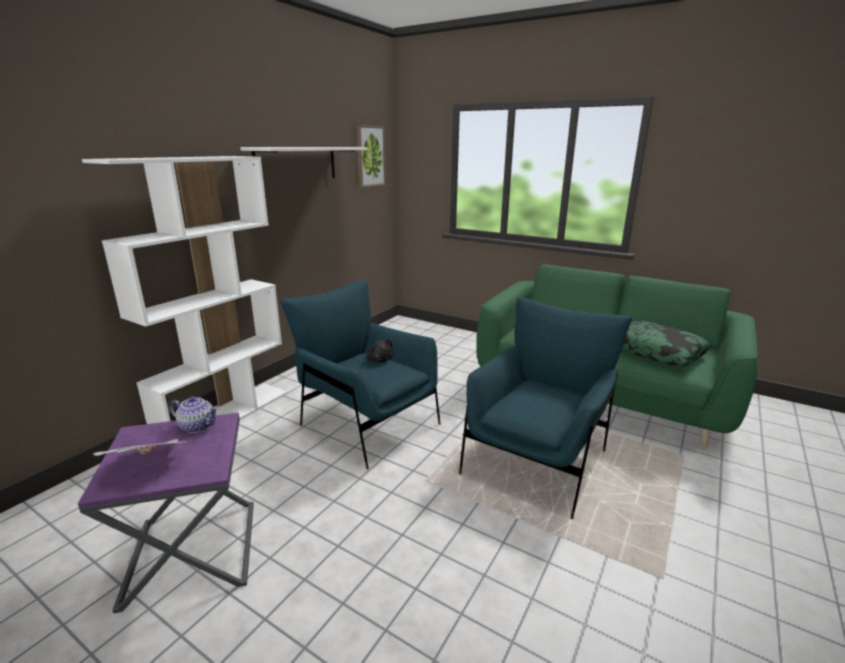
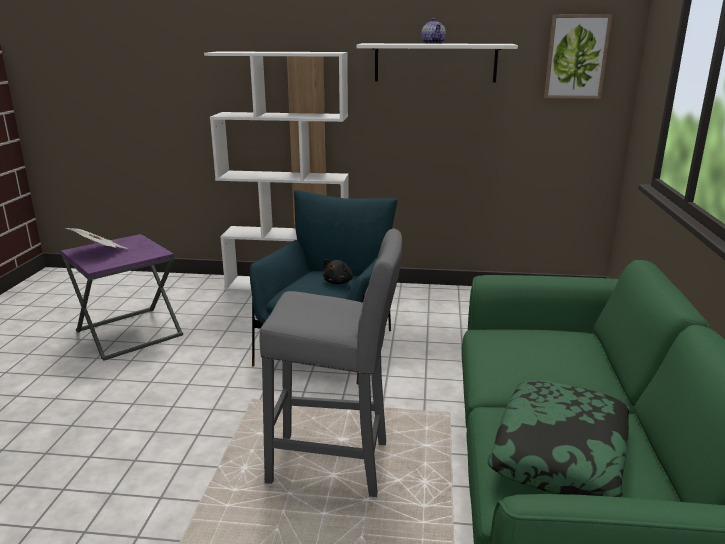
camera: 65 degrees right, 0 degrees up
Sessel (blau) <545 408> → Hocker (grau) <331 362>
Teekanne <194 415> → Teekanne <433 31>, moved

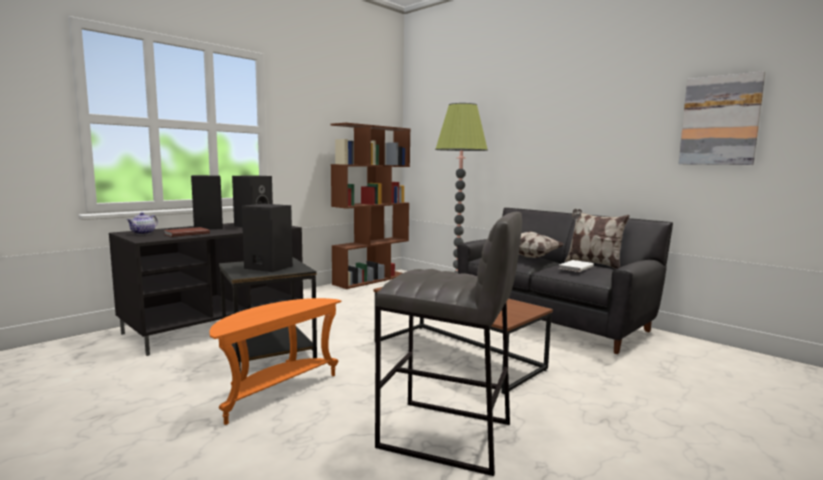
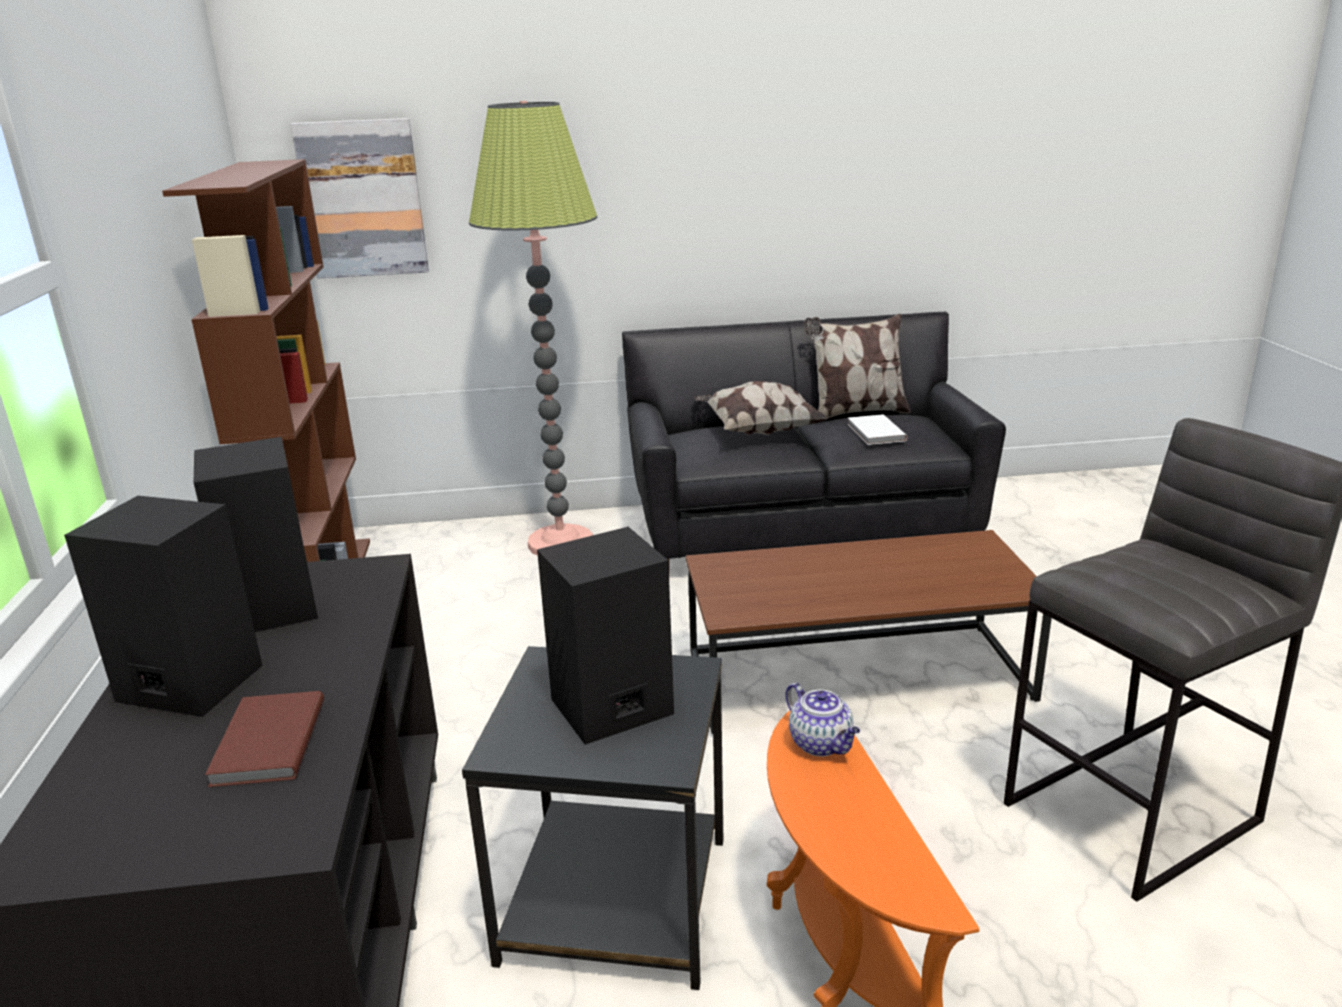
camera: 50 degrees left, 15 degrees up
Bild <722 118> → Bild <360 198>, moved
Teekanne <142 223> → Teekanne <823 719>, moved

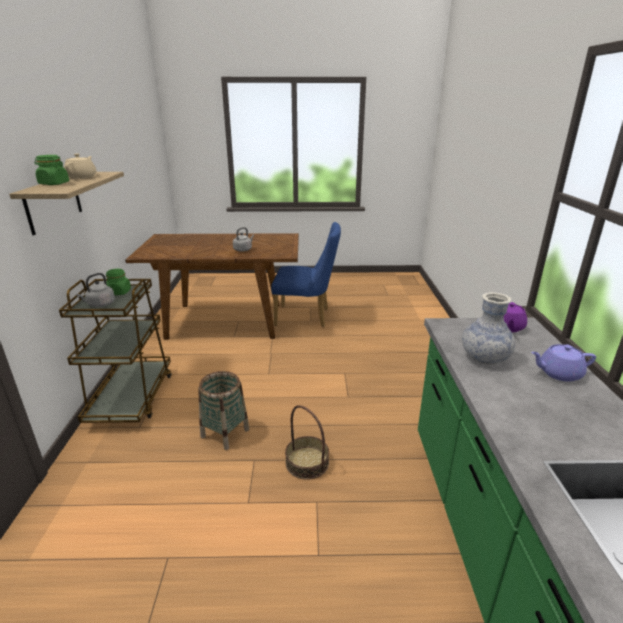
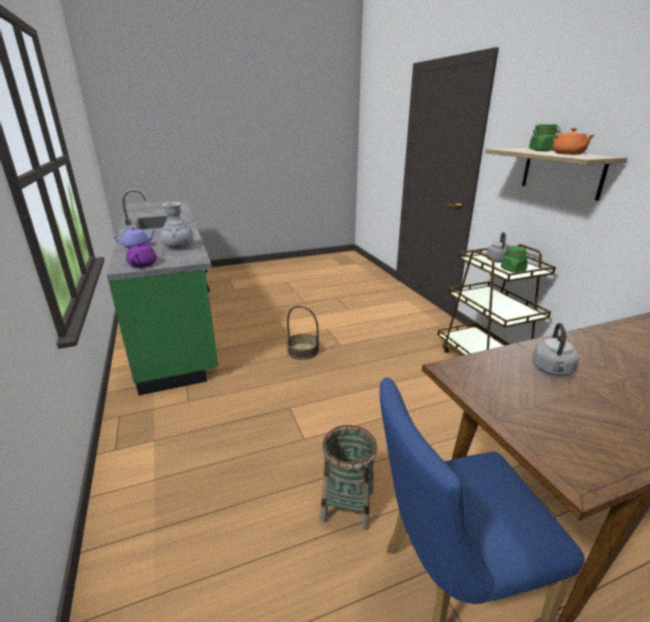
camera: 160 degrees right, 0 degrees up
Korb <223 410> → Korb <348 477>, moved
Teekanne (beige) <80 166> → Teekanne (orange) <574 141>

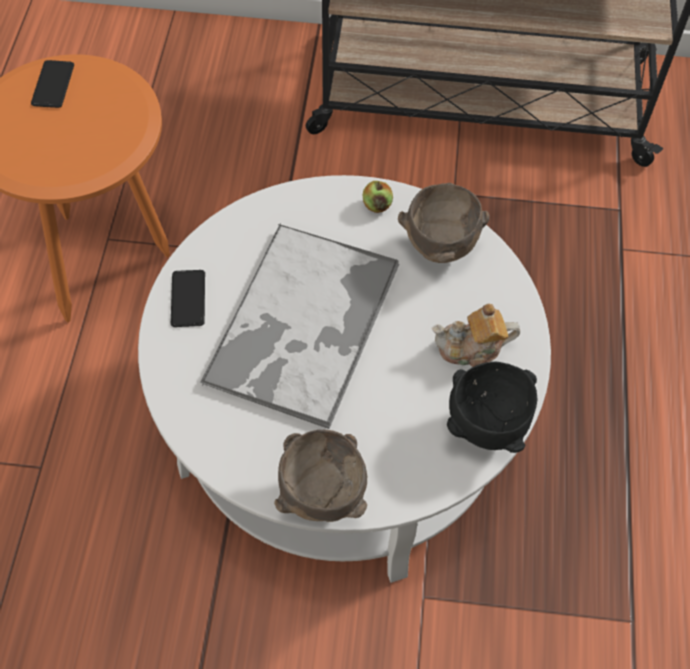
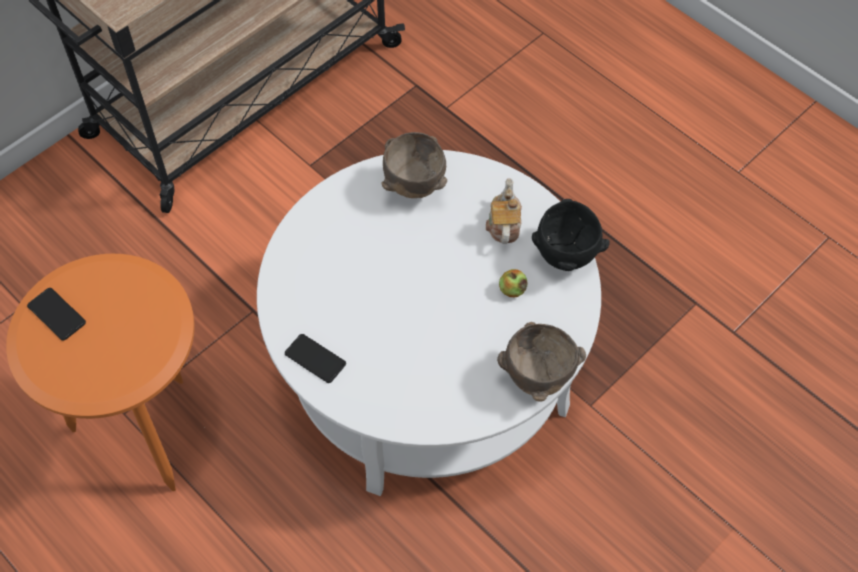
camera: 50 degrees left, 0 degrees up
Teekanne <476 335> → Teekanne <504 211>, 150 degrees clockwise
Apfel <377 197> → Apfel <513 283>, moved
Tablett <299 326> → -

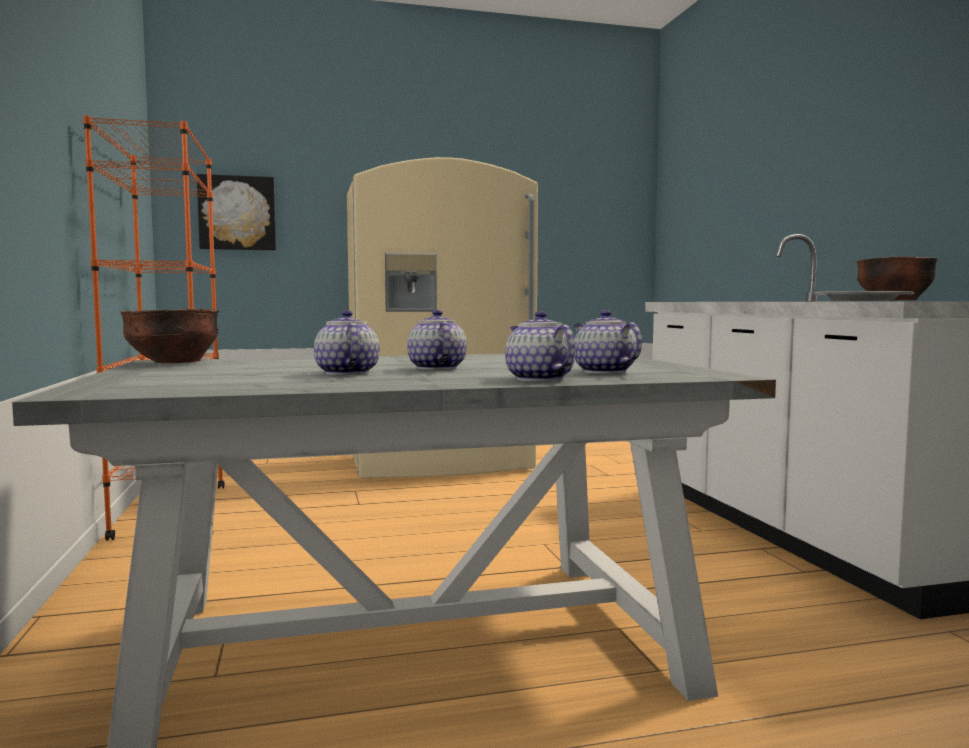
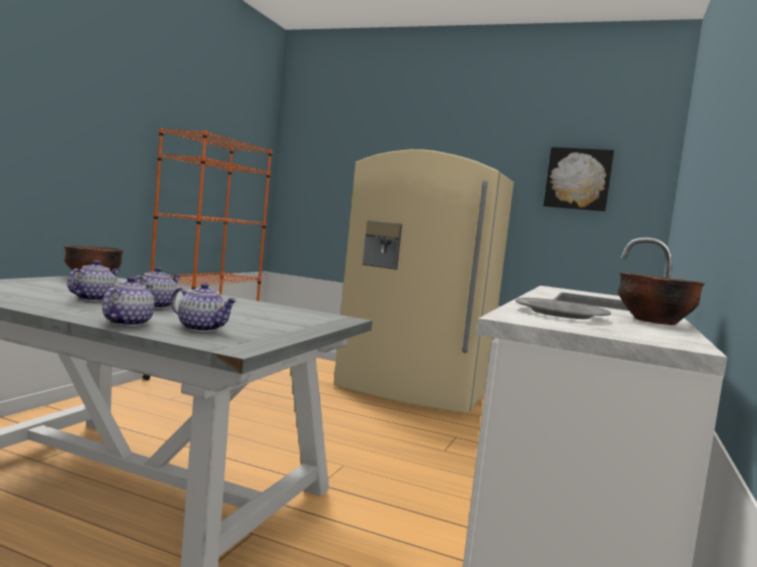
camera: 35 degrees right, 0 degrees up
Teekanne <608 342> → Teekanne <204 307>, 105 degrees clockwise
Bild <236 212> → Bild <578 179>, moved

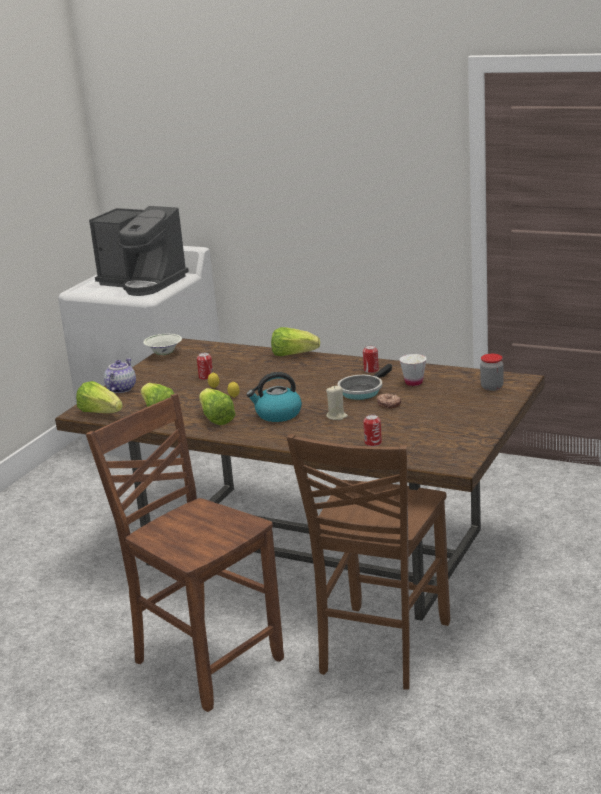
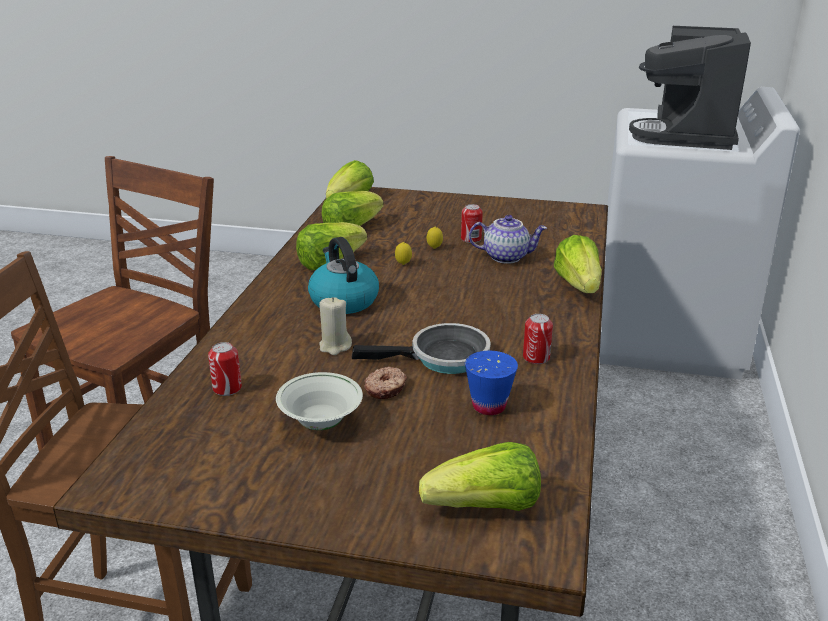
camera: 75 degrees right, 5 degrees up
Schüssel (weiß) <162 344> → Schüssel (weiß) <319 401>, moved
Pfanne <365 382> → Pfanne <421 348>, 150 degrees clockwise
Vorratsglas <492 372> → Salatkopf <480 476>
Tasse (weiß) <413 370> → Tasse (blau) <491 383>
Teekanne <120 375> → Teekanne <508 239>, moved

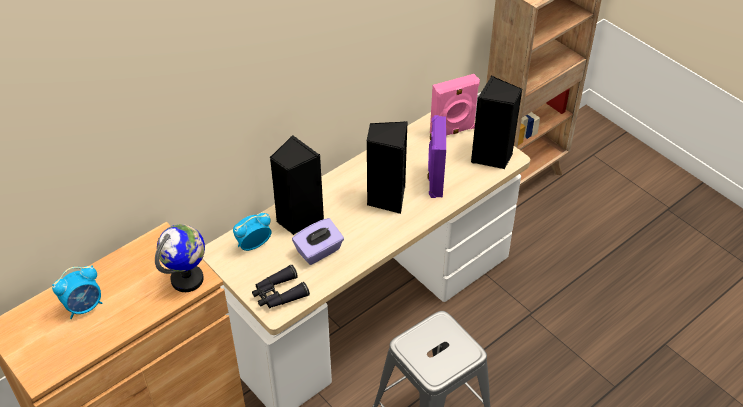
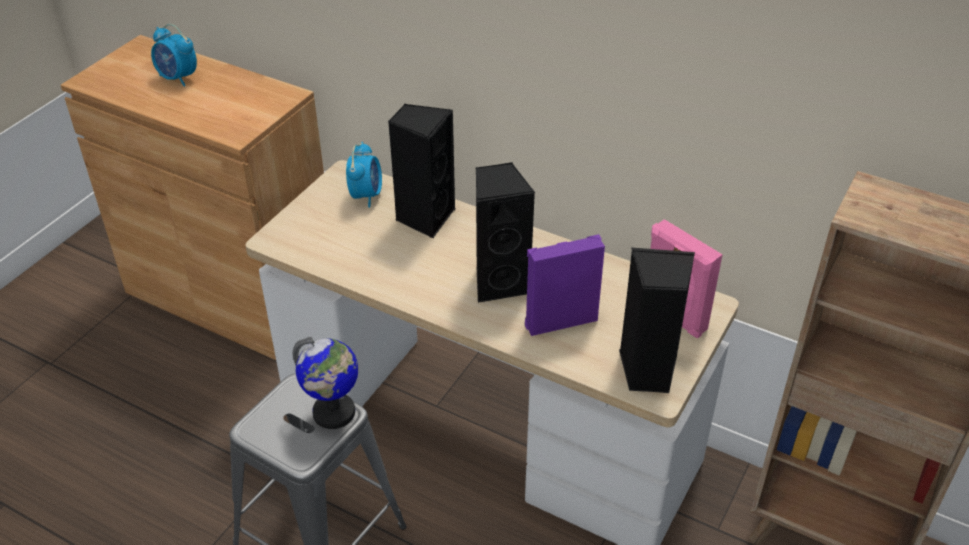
camera: 70 degrees right, 5 degrees down
Globus <180 258> → Globus <325 383>, moved
Wecker <252 232> → Wecker <364 175>, 60 degrees clockwise
Fernglas (schwarz) <281 287> → -
Taschentuchbox (lila) <318 241> → -

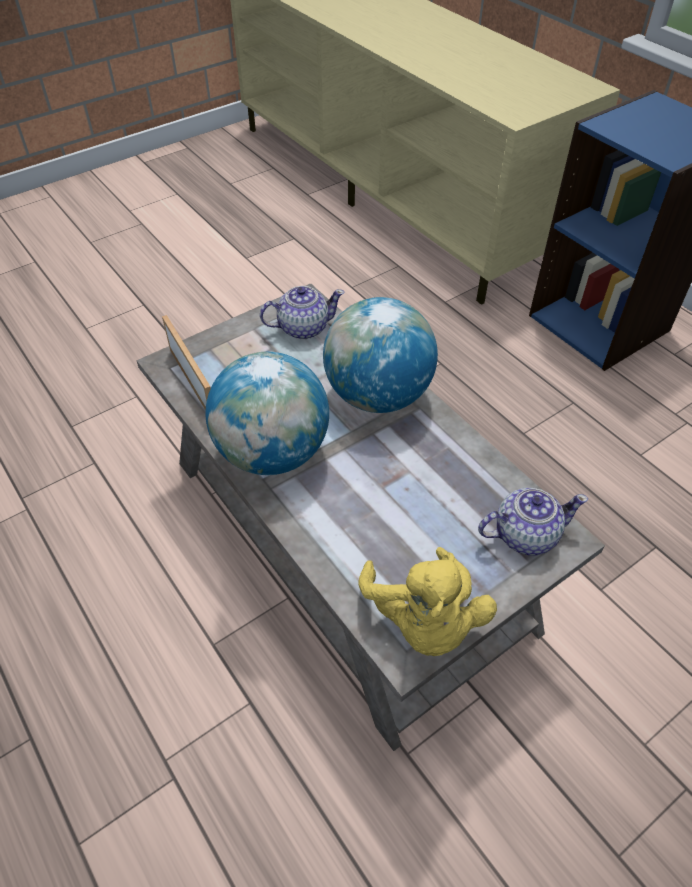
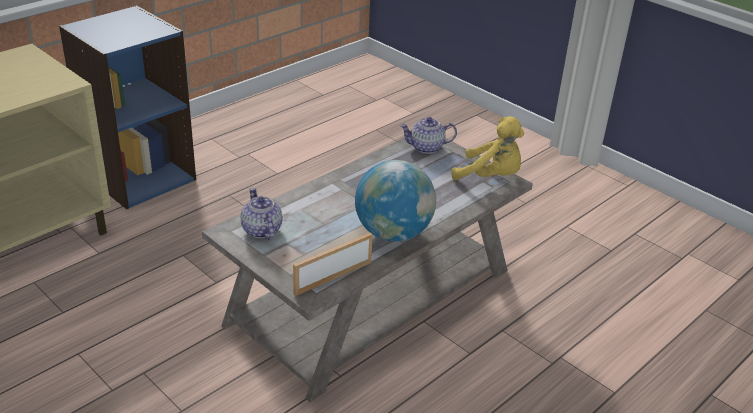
camera: 100 degrees left, 15 degrees down
Teekanne <533 521> → Teekanne <428 135>, 75 degrees counterclockwise
Plüschtier (gelb) <427 601> → Plüschtier (gelb) <487 148>, 45 degrees clockwise
Globus <380 355> → -

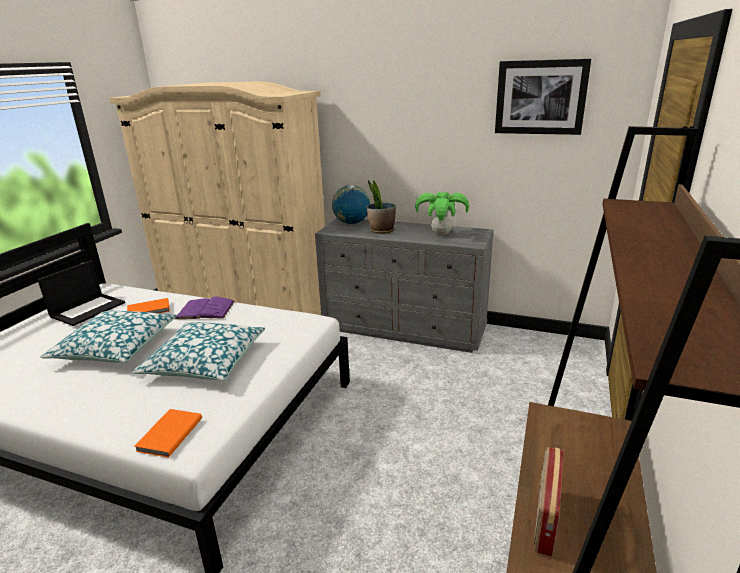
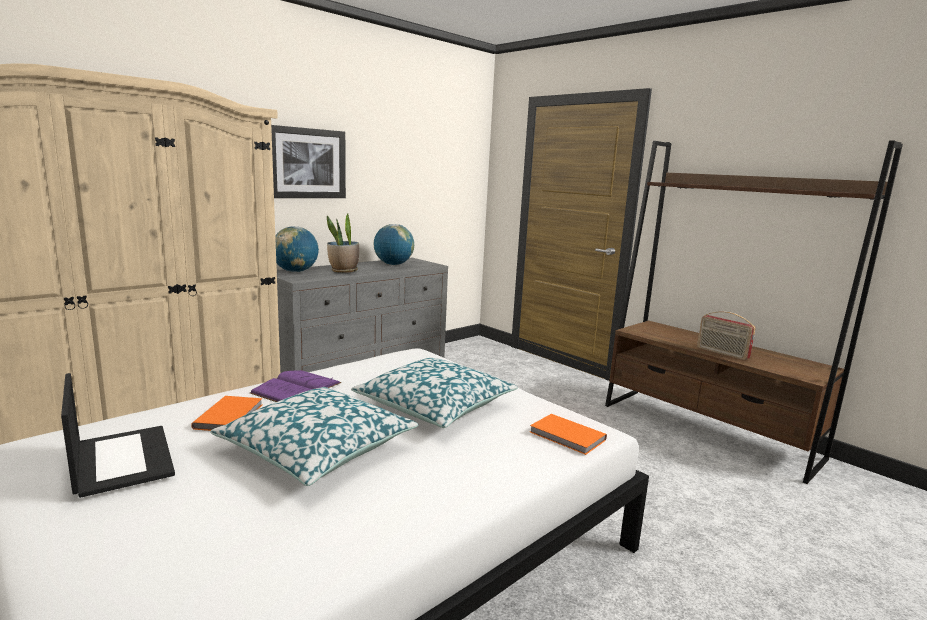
camera: 65 degrees left, 10 degrees down
Bild <543 97> → Bild <308 161>, moved
Topfpflanze <442 214> → Globus <393 244>

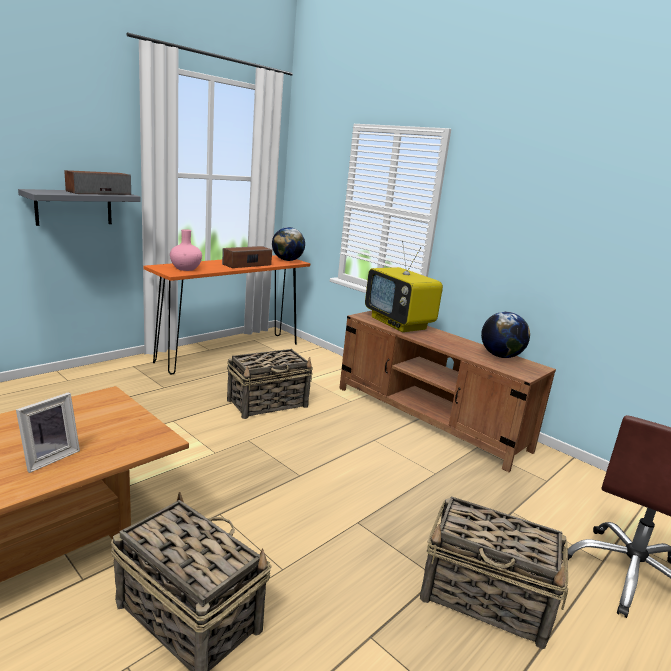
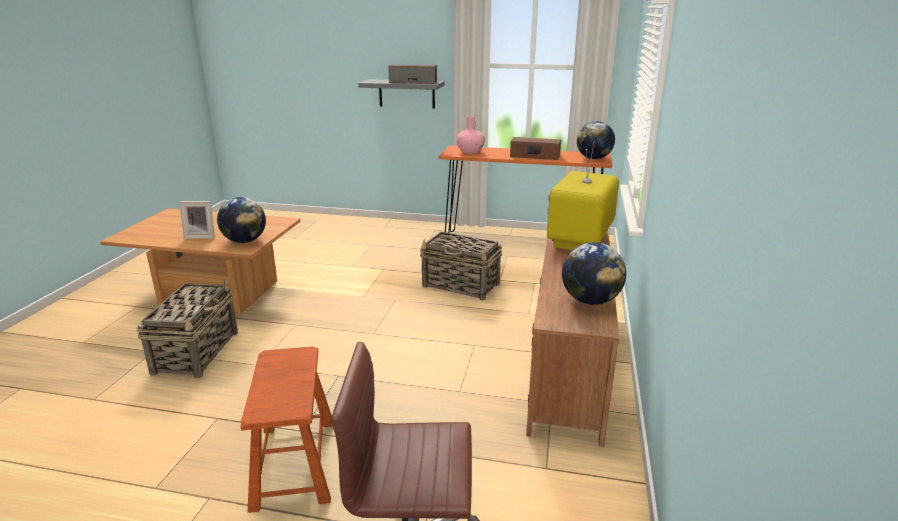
camera: 60 degrees right, 5 degrees up
- → Globus <241 220>
Korb <494 573> → Hocker (braun) <286 429>

